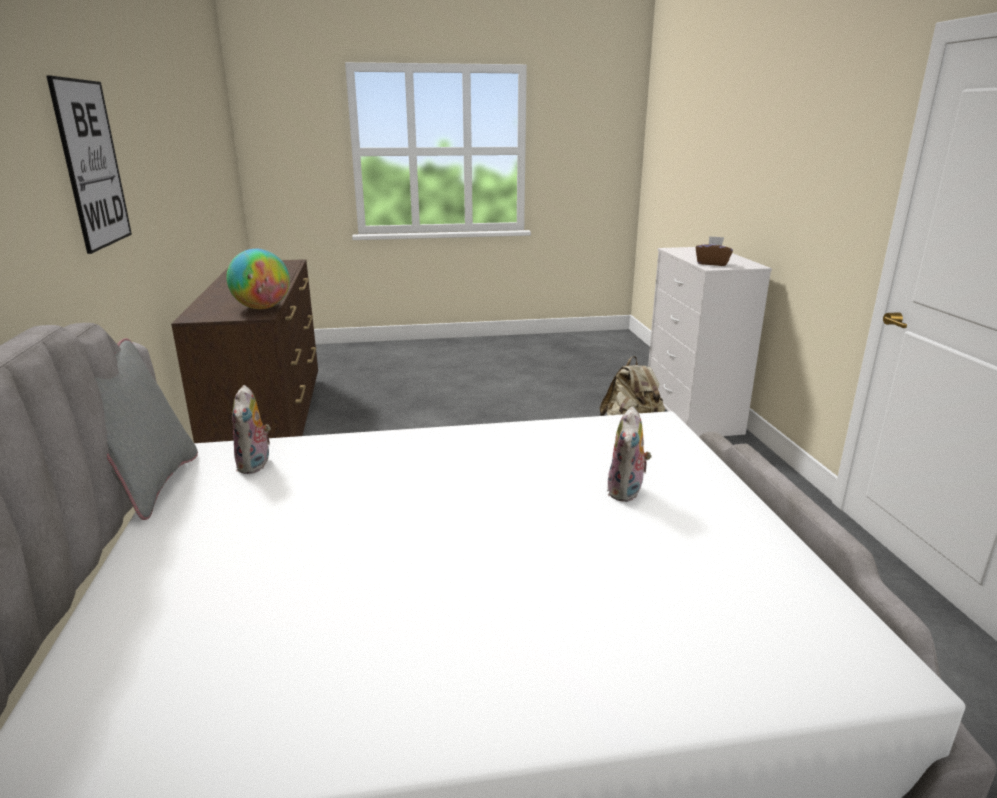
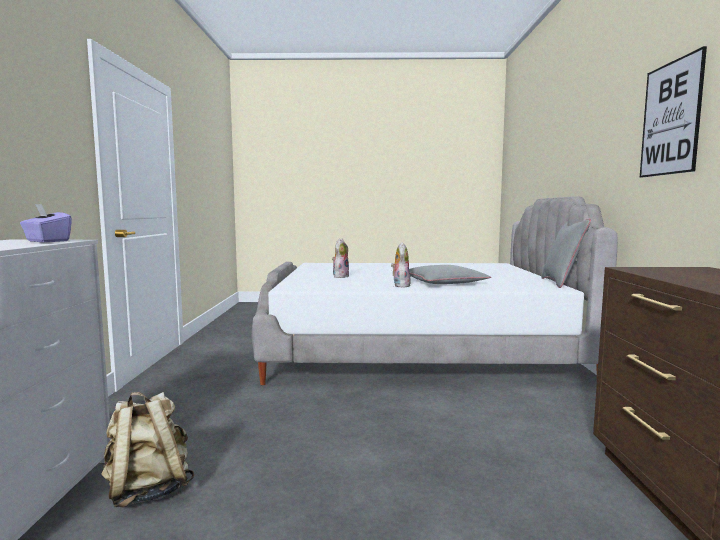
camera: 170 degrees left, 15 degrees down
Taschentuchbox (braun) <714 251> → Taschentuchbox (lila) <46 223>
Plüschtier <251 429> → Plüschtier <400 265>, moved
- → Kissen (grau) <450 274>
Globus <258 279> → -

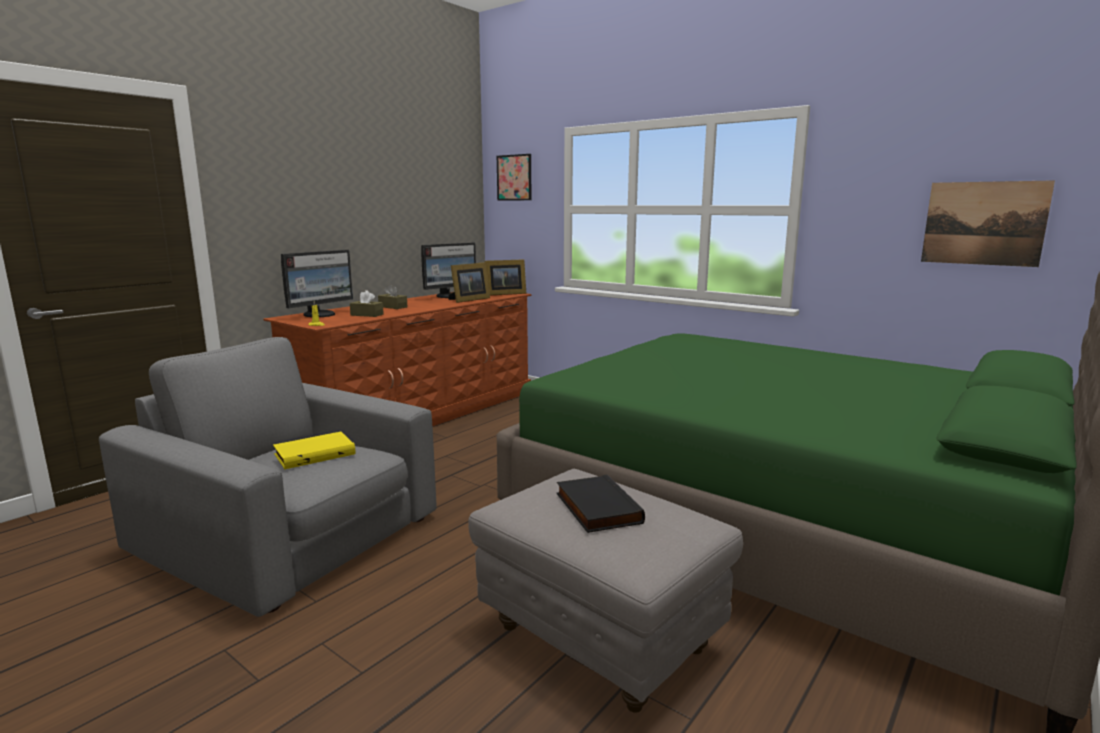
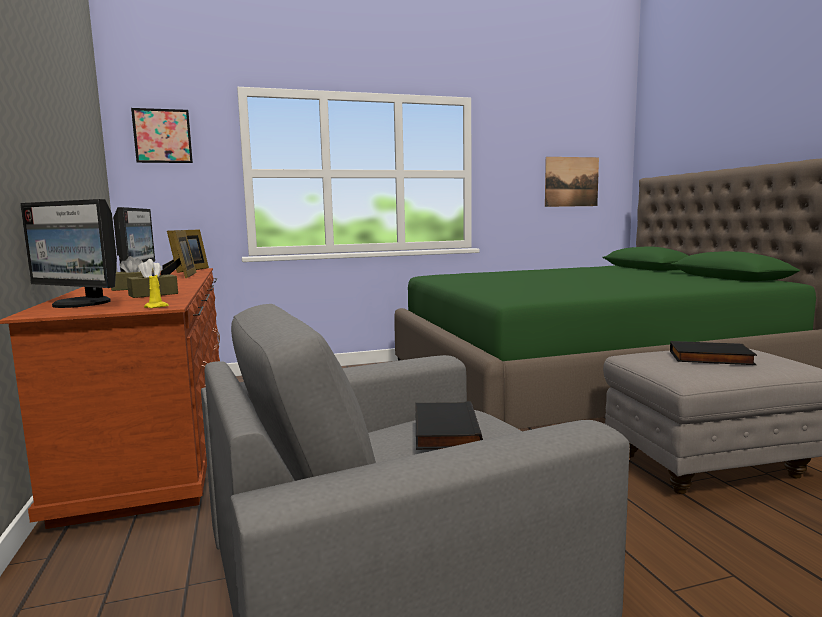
camera: 55 degrees left, 5 degrees down
Monitor <317 283> → Monitor <68 253>, 135 degrees clockwise
Buch (gelb) <314 450> → Buch (schwarz) <449 425>

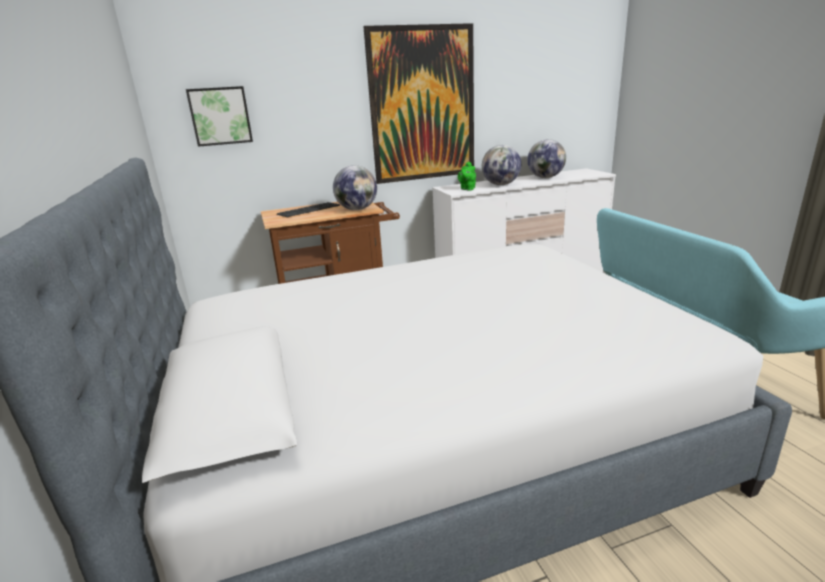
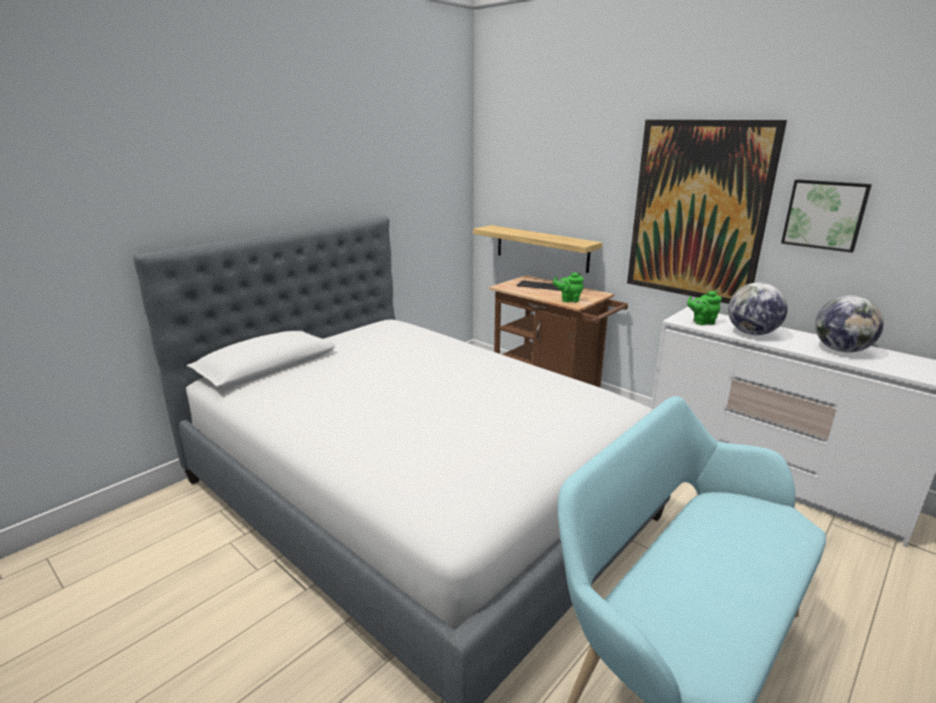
camera: 60 degrees right, 0 degrees up
- → Wandregal <537 249>
Globus <355 187> → Teekanne (grün) <568 287>
Bild <219 116> → Bild <826 216>, moved

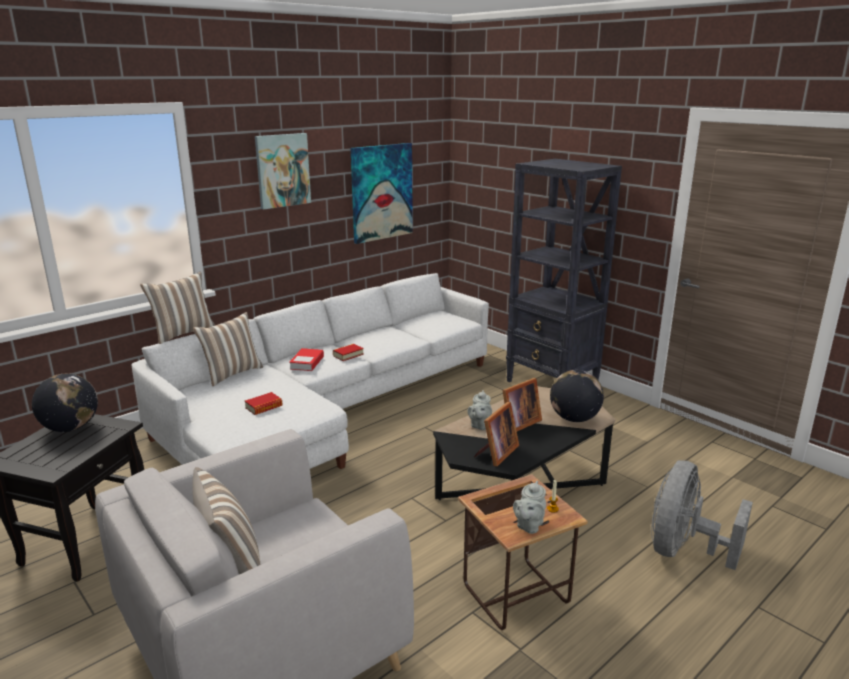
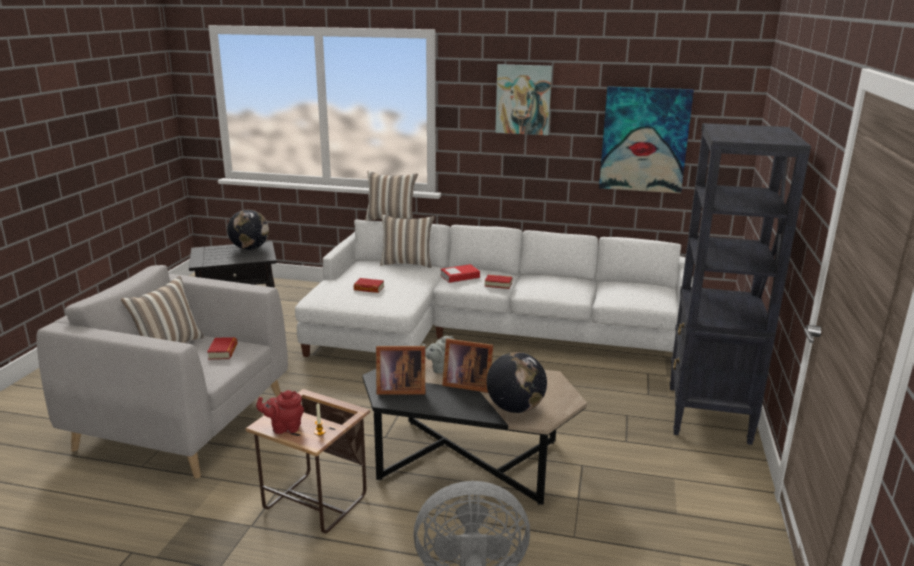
camera: 55 degrees right, 0 degrees up
- → Buch <222 348>
Teekanne (grau) <529 507> → Teekanne (rot) <280 412>

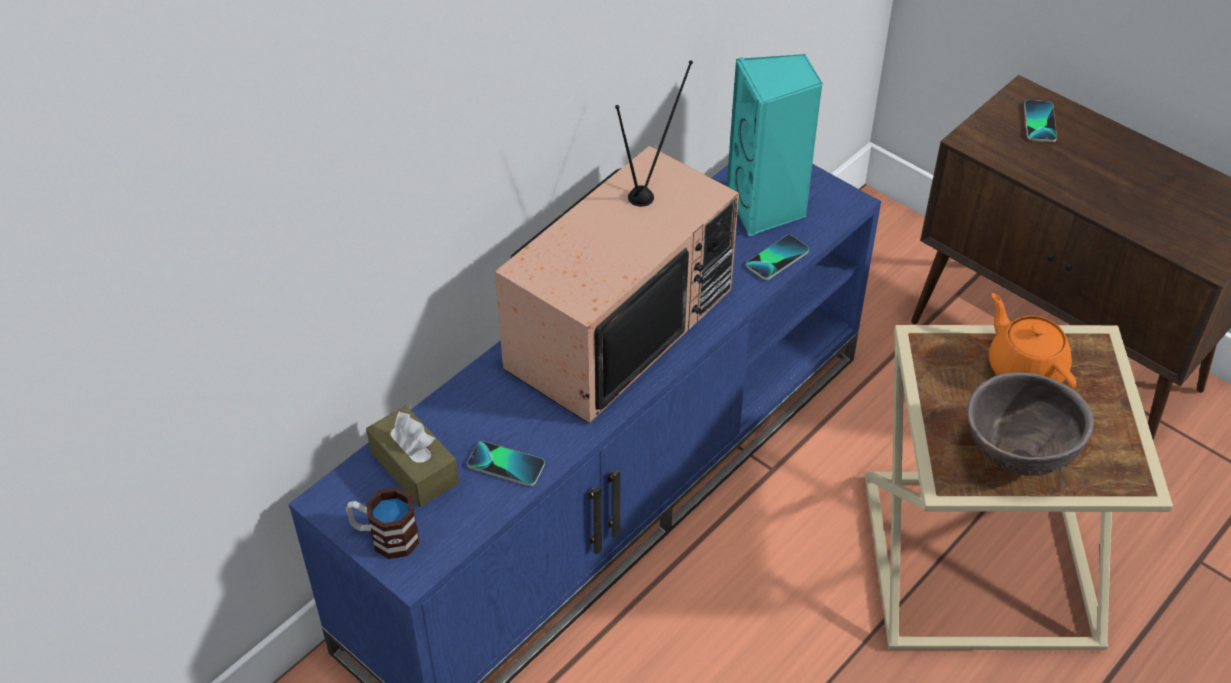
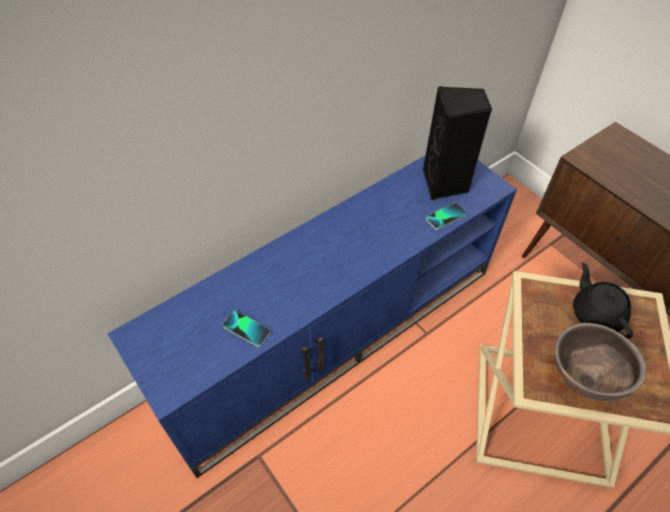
camera: 10 degrees right, 5 degrees up
Lautsprecher (türkis) <775 145> → Lautsprecher (schwarz) <457 143>
Teekanne (orange) <1032 341> → Teekanne (schwarz) <603 300>
Henkelbecher <383 523> → -
Taschentuchbox (braun) <412 456> → -
Fernseher <617 242> → -
Handy <1040 121> → -

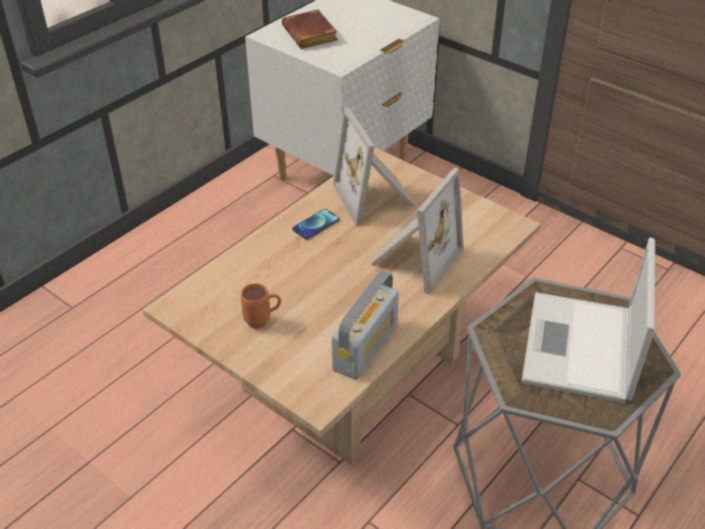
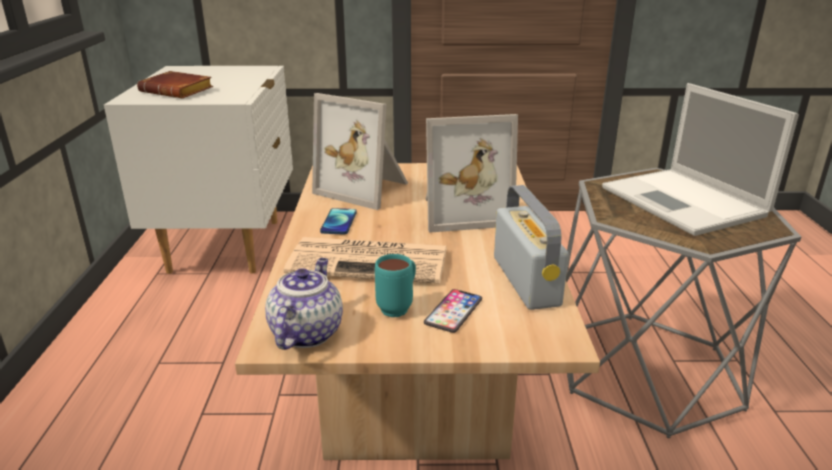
camera: 40 degrees left, 15 degrees down
- → Teekanne <304 304>
- → Zeitung <365 260>
Henkelbecher (orange) <261 306> → Henkelbecher (türkis) <395 285>
- → Handy <453 311>
Bilderrahmen <417 231> → Bilderrahmen <471 173>, 90 degrees clockwise

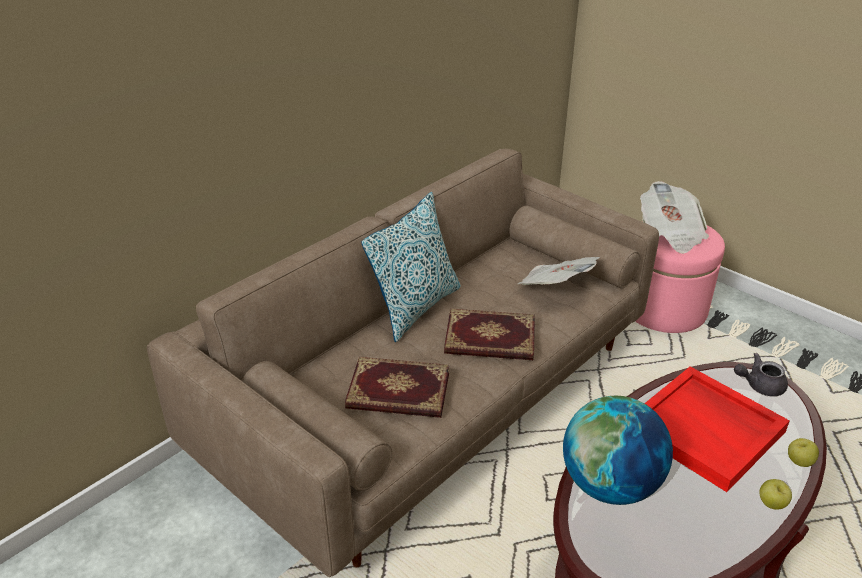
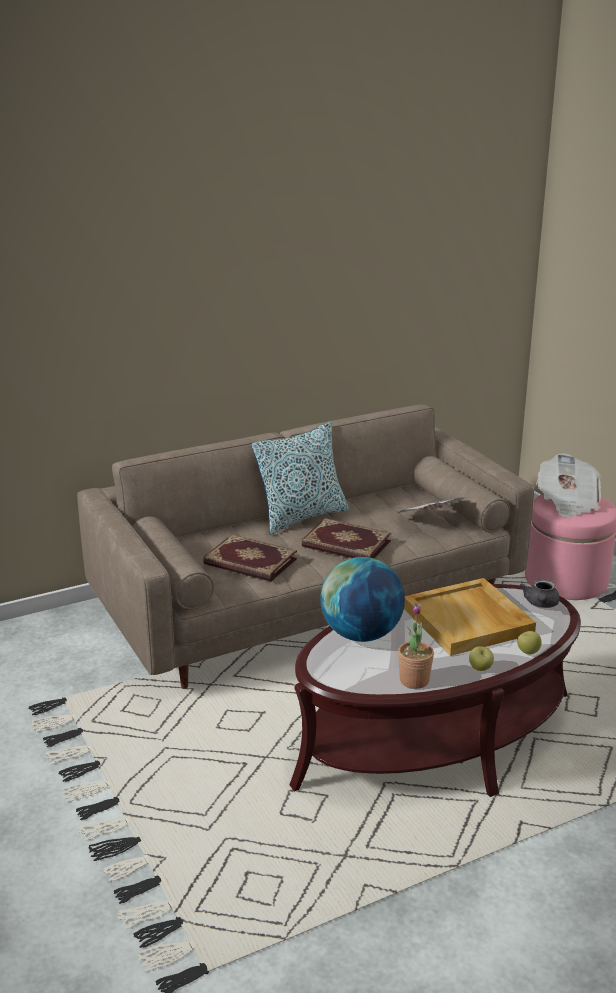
camera: 20 degrees right, 10 degrees down
- → Topfpflanze <416 646>
Tablett (rot) <717 429> → Tablett (beige) <470 617>
Teekanne (grau) <761 374> → Teekanne (grau) <540 593>, 90 degrees counterclockwise

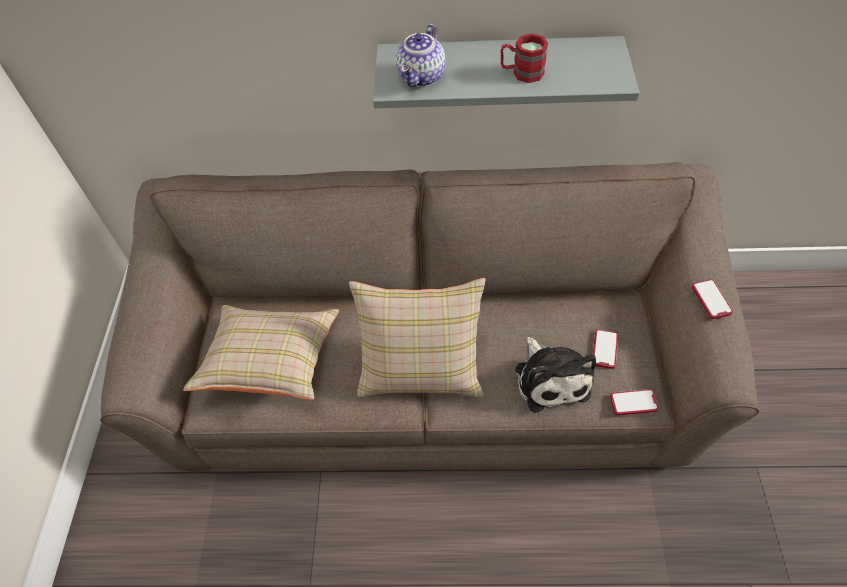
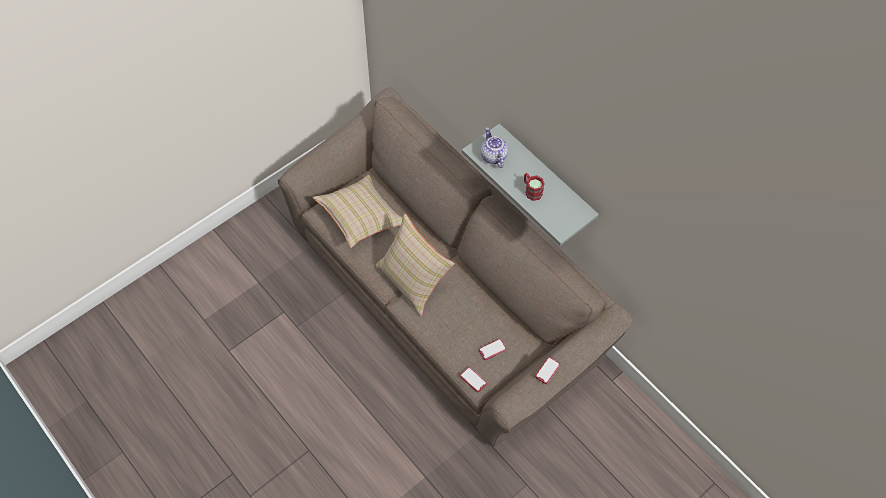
camera: 45 degrees right, 5 degrees up
Teekanne <420 55> → Teekanne <494 147>, 90 degrees clockwise
Plüschtier <555 374> → -

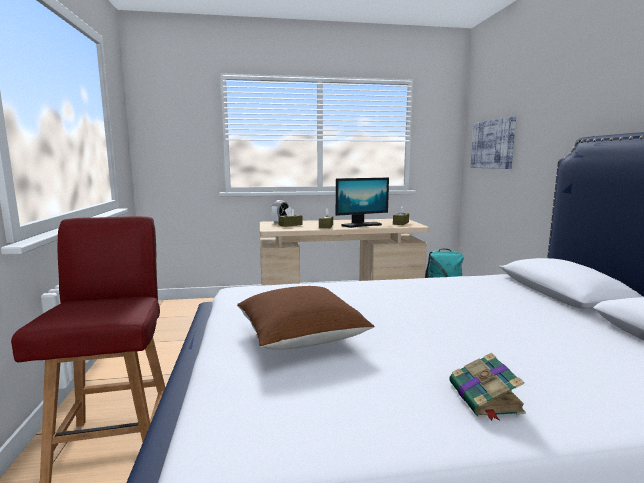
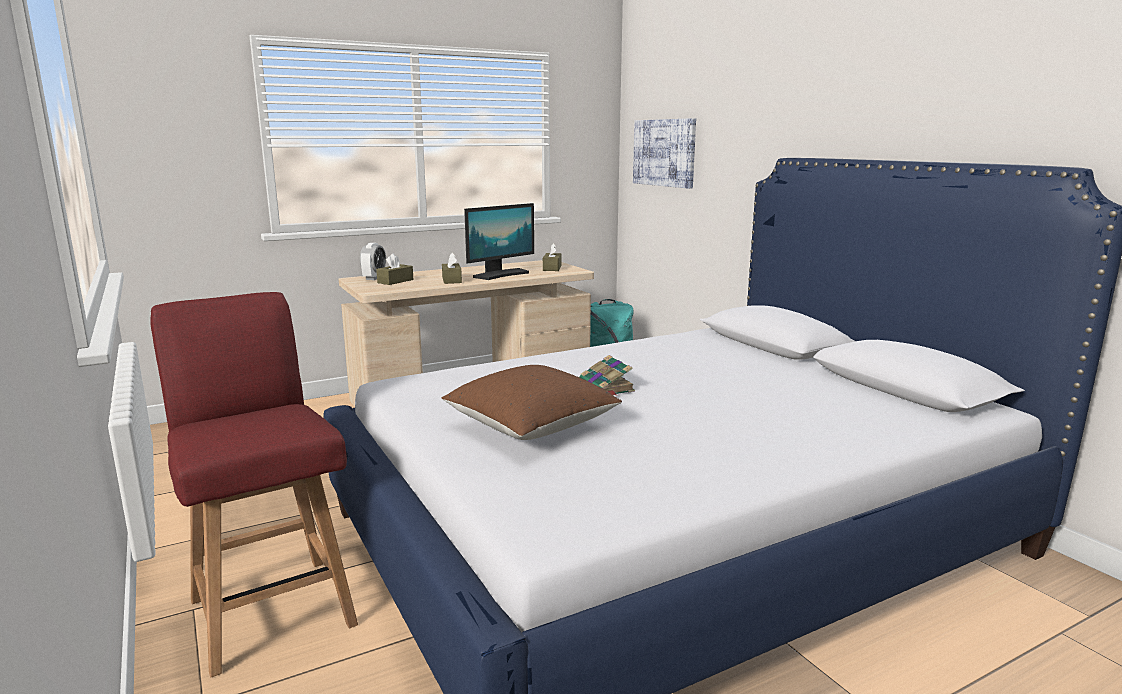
camera: 20 degrees left, 5 degrees up
Buch <487 387> → Buch <607 375>, moved

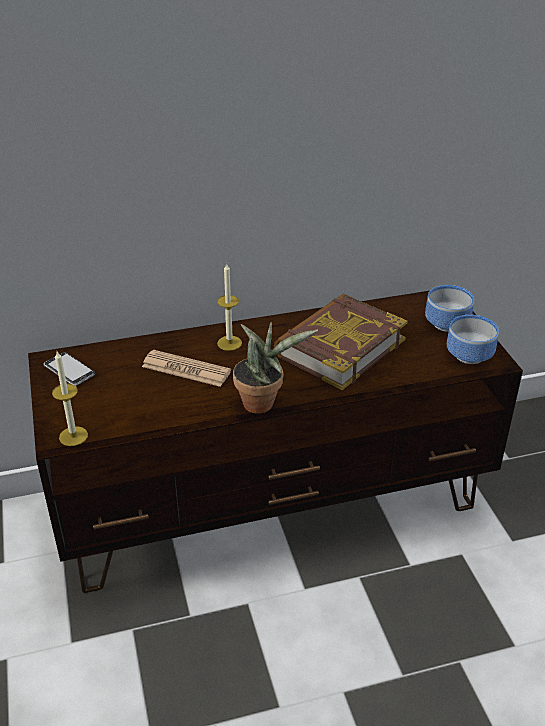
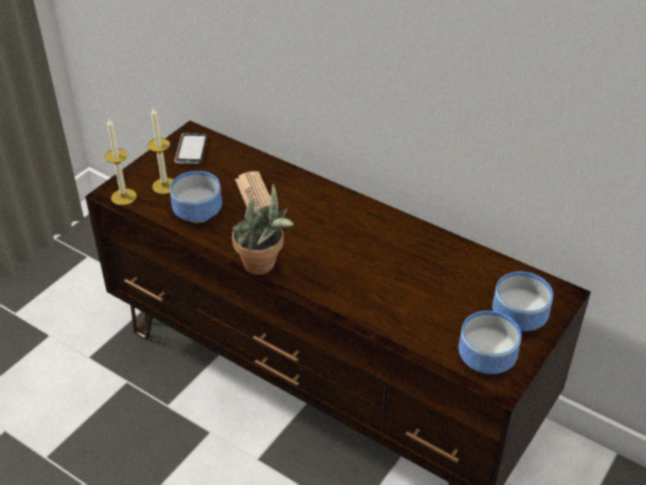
camera: 50 degrees right, 5 degrees up
Kerze <229 307> → Kerze <161 151>, moved
- → Schüssel <196 197>
Buch <340 342> → -

